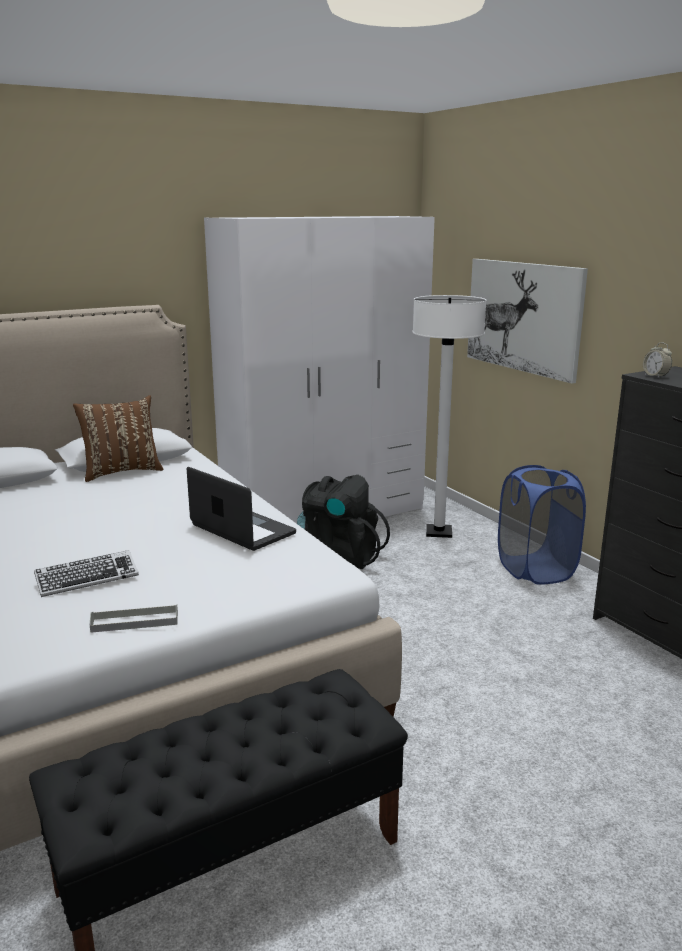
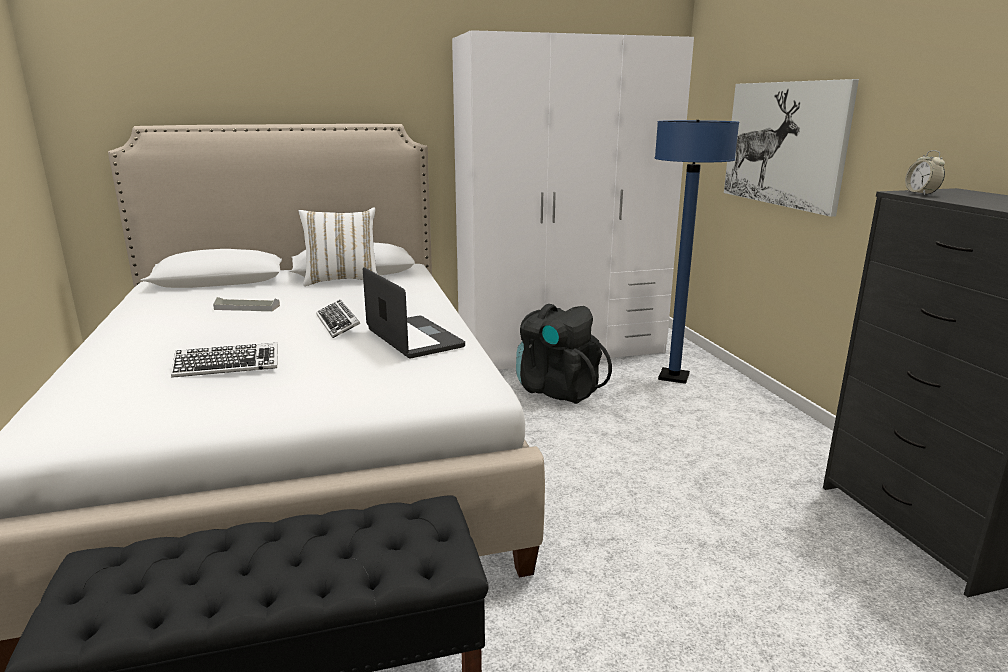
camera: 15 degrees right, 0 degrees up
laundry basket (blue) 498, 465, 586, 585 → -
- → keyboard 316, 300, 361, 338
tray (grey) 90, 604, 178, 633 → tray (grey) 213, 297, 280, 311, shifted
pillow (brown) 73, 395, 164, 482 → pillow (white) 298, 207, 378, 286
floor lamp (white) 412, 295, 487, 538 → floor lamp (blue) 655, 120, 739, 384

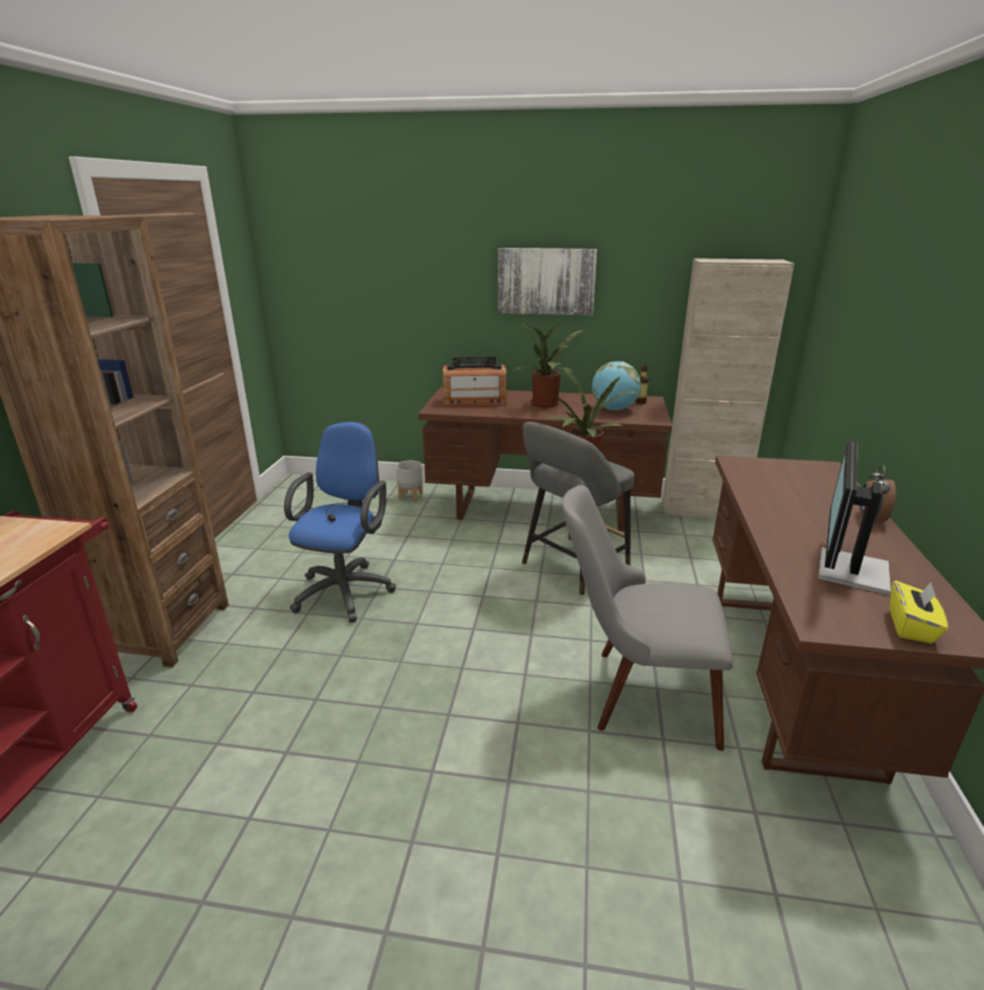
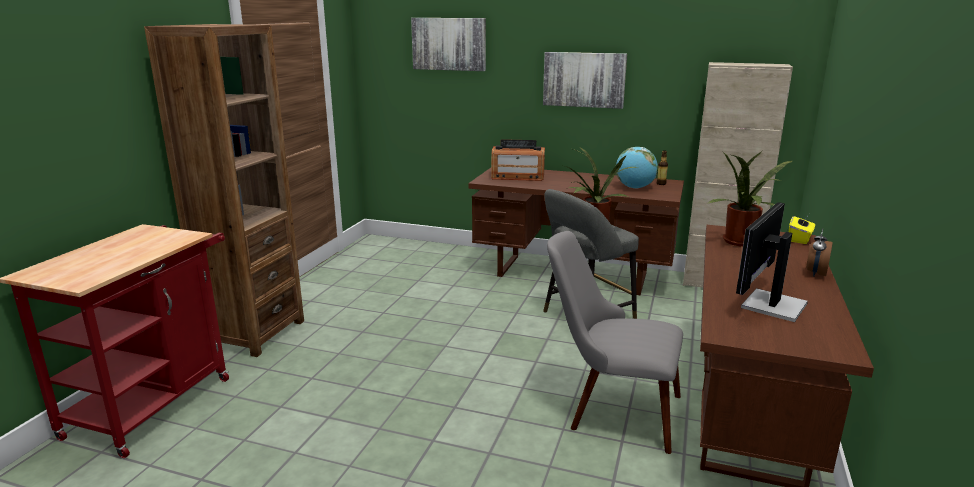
camera: 10 degrees right, 5 degrees down
office chair (blue) 284, 422, 396, 623 → -
planter (grey) 396, 461, 423, 502 → -
- → picture 411, 18, 486, 71
potted plant 513, 324, 584, 408 → potted plant 707, 151, 792, 247, shifted
tissue box (yellow) 890, 581, 948, 644 → tissue box (yellow) 789, 214, 815, 244, shifted

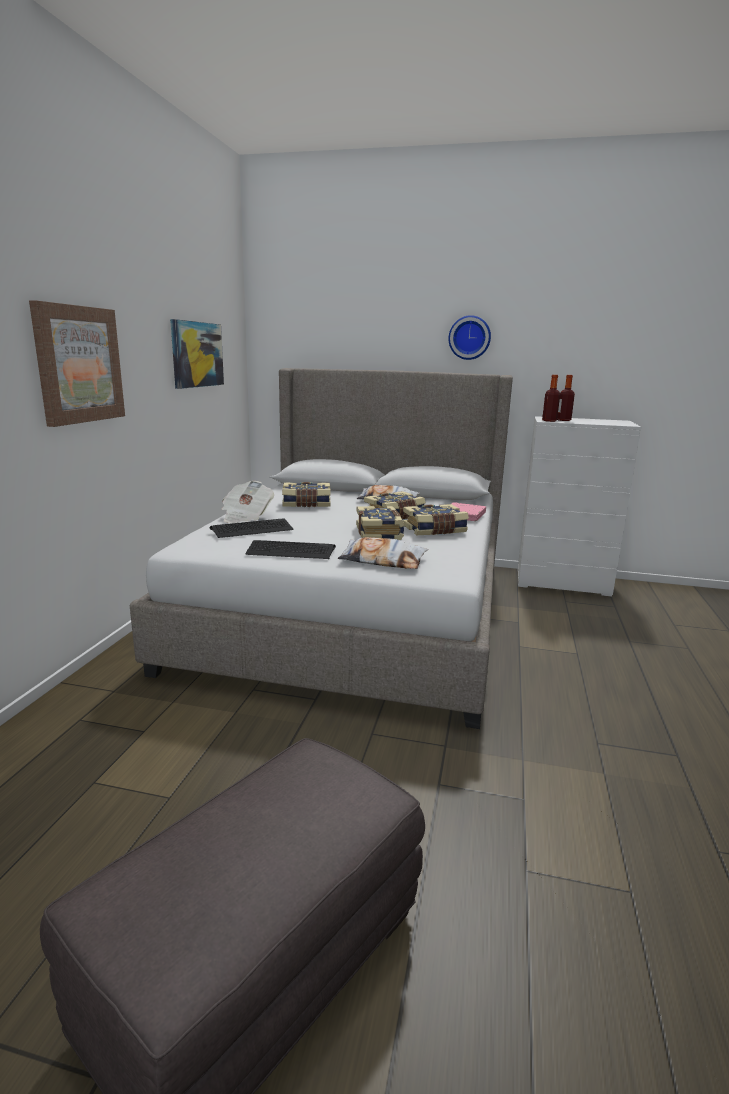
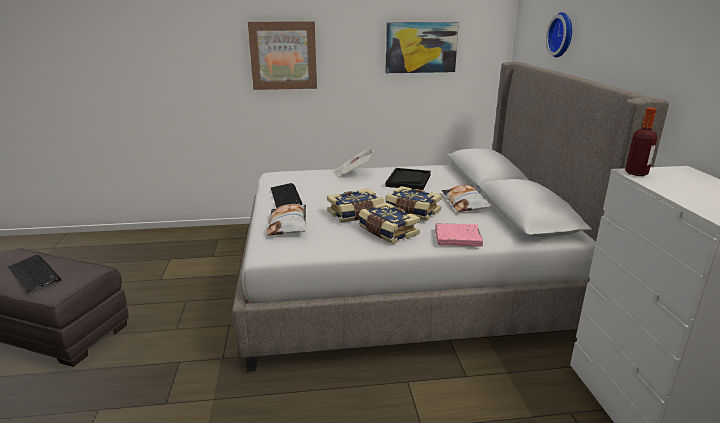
camera: 70 degrees right, 5 degrees up
bottle 557, 375, 575, 421 → -
keyboard 210, 519, 293, 538 → keyboard 8, 255, 61, 292, shifted
wall clock 448, 315, 491, 360 → wall clock 546, 12, 572, 58, shifted
book 282, 482, 331, 507 → tray (black) 385, 168, 431, 190

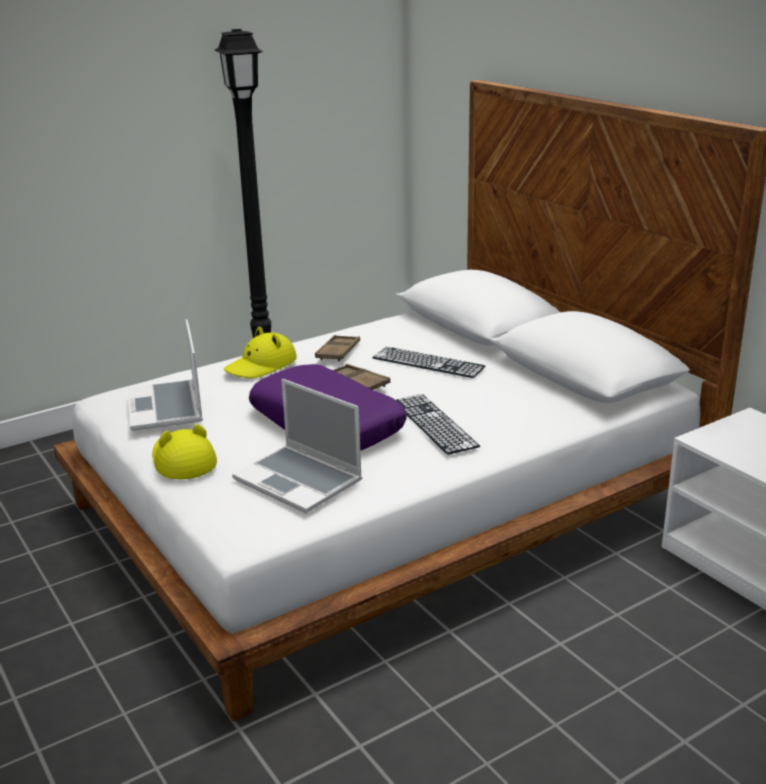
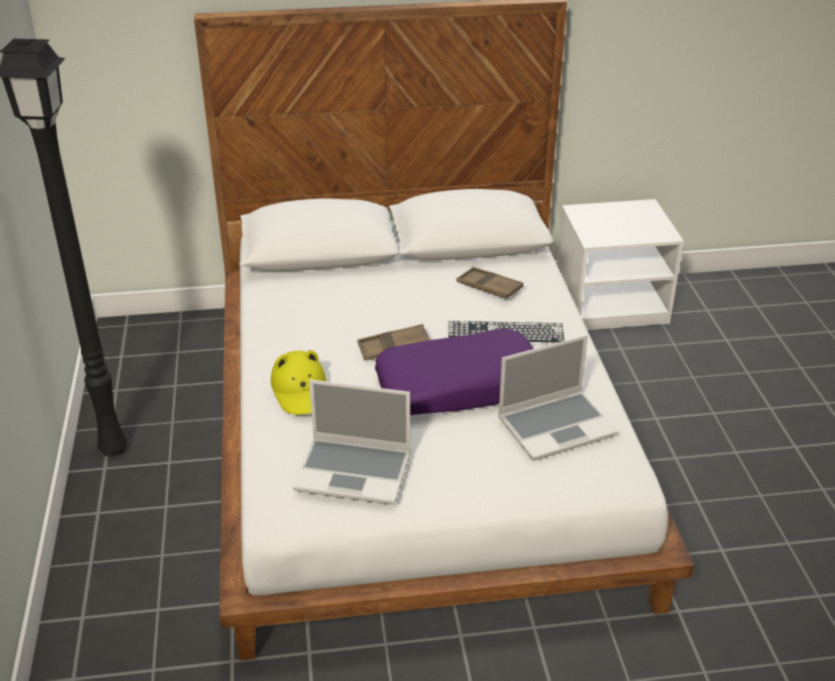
camera: 65 degrees left, 10 degrees up
hat (yellow) 152, 424, 217, 479 → -
keyboard 372, 347, 485, 378 → -
tray (brown) 315, 335, 360, 361 → tray (brown) 456, 267, 523, 299, shifted

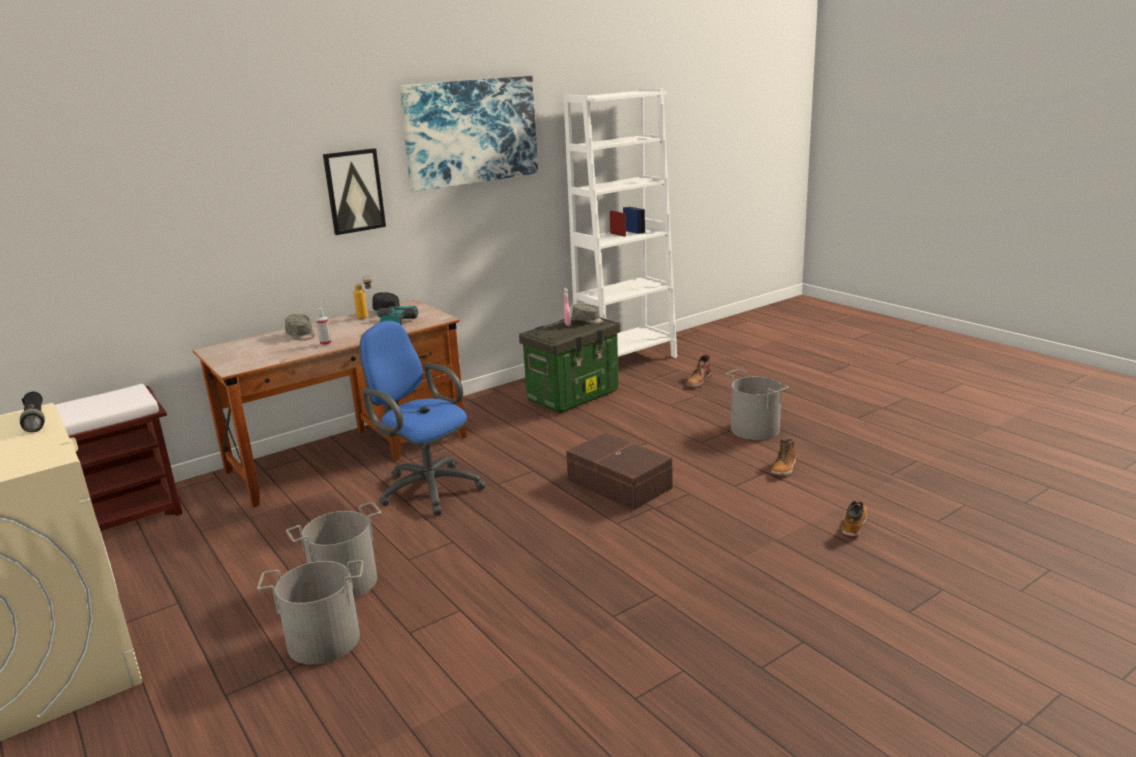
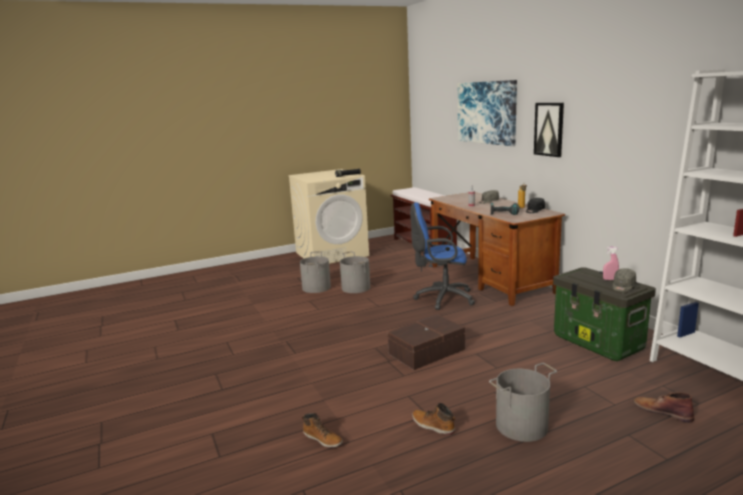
camera: 100 degrees right, 5 degrees down
picture 399, 76, 538, 192 → picture 458, 80, 517, 146, shifted
office chair (blue) 360, 321, 485, 515 → office chair (blue) 410, 202, 475, 310, 135 degrees counterclockwise

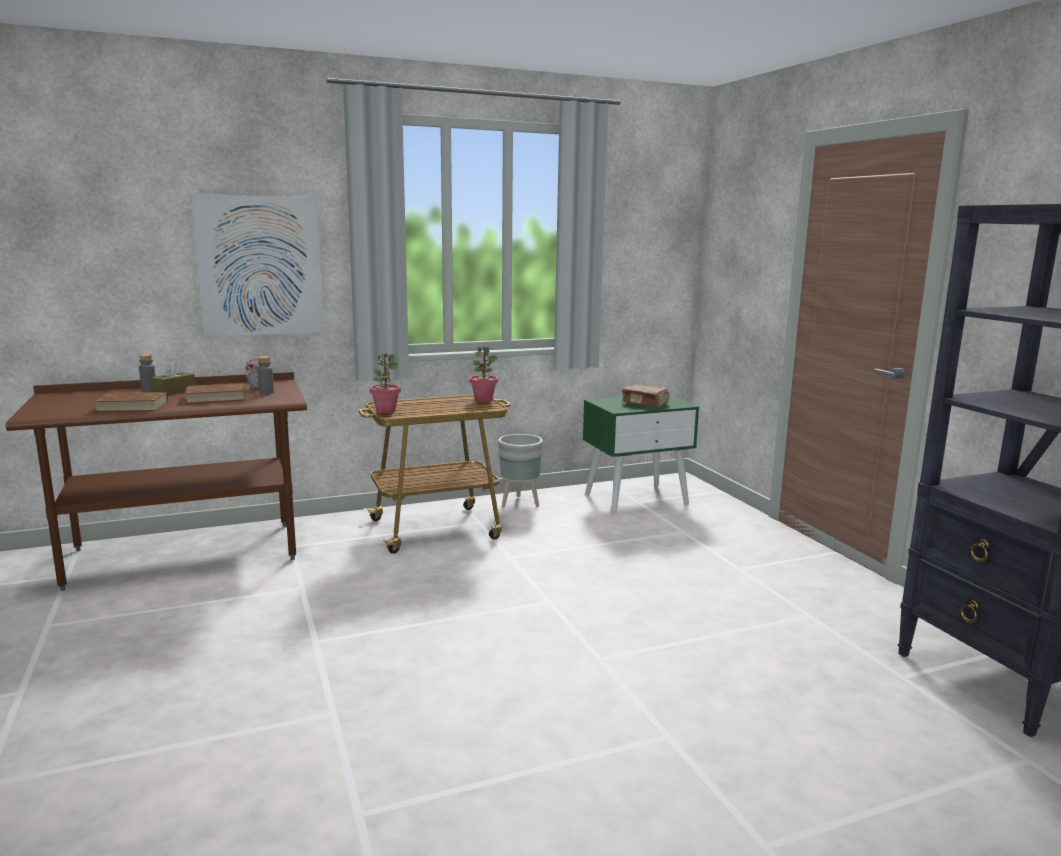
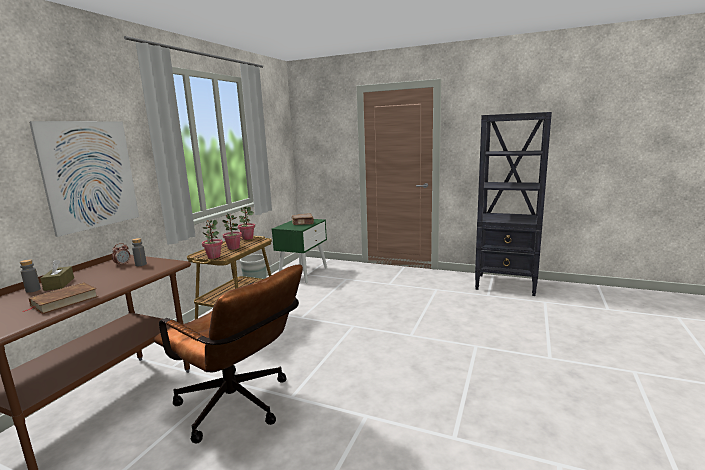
camera: 45 degrees left, 0 degrees up
book (brown) 177, 383, 245, 404 → -
- → office chair (brown) 154, 265, 303, 444
- → potted plant 222, 214, 242, 250

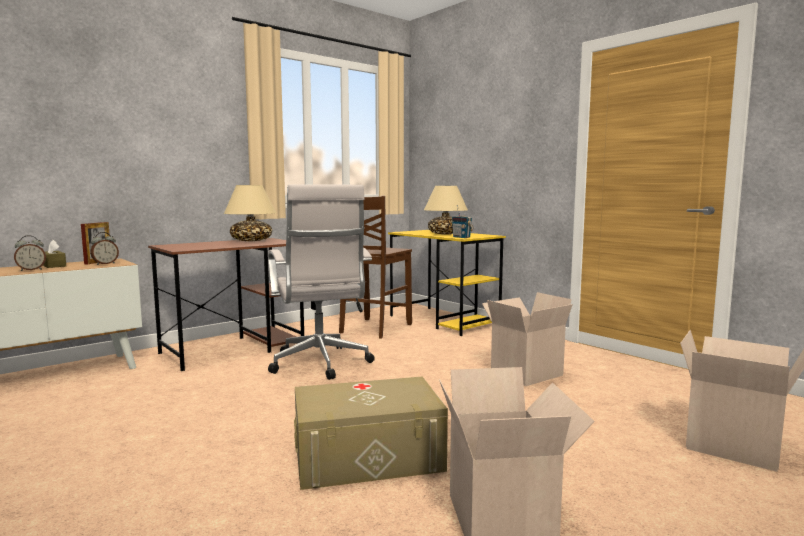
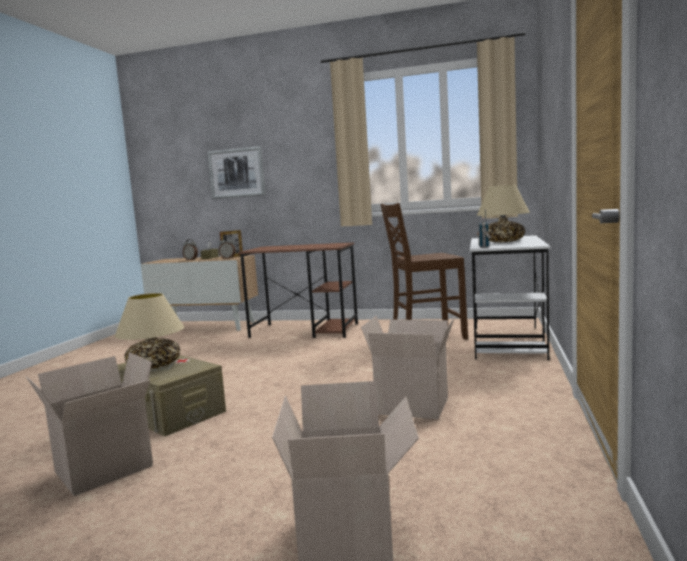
camera: 55 degrees right, 0 degrees up
office chair (white) 268, 184, 375, 380 → -
- → picture 207, 146, 266, 199
table lamp (beige) 224, 185, 276, 241 → table lamp (beige) 115, 293, 184, 369, shifted
desk (yellow) 388, 230, 506, 336 → desk (white) 470, 235, 551, 360

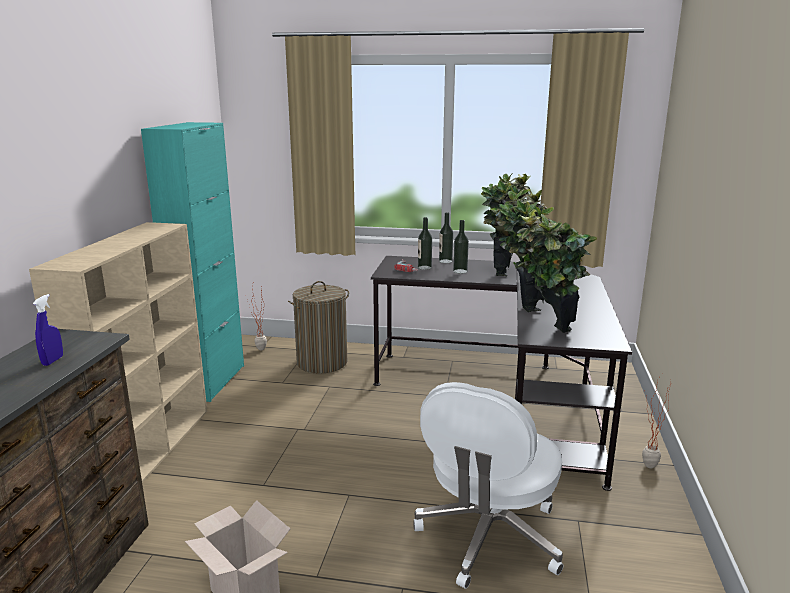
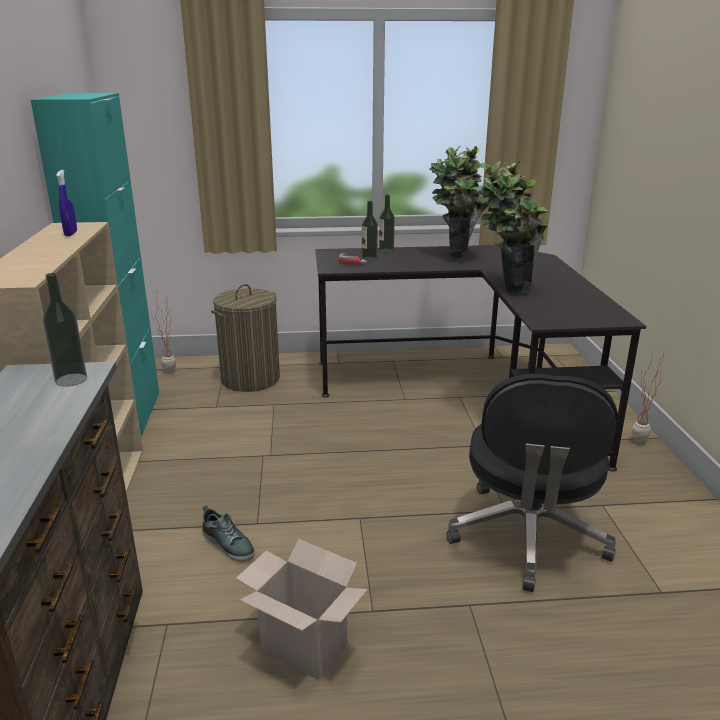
camera: 15 degrees left, 5 degrees up
potted plant 515, 209, 597, 333 → -
- → shoe 202, 505, 255, 562
spray bottle (blue) 33, 294, 63, 366 → spray bottle (blue) 56, 170, 77, 236, shifted
bottle 453, 220, 469, 273 → bottle 43, 273, 87, 387, shifted
office chair (white) 413, 382, 563, 589 → office chair (black) 446, 374, 619, 592

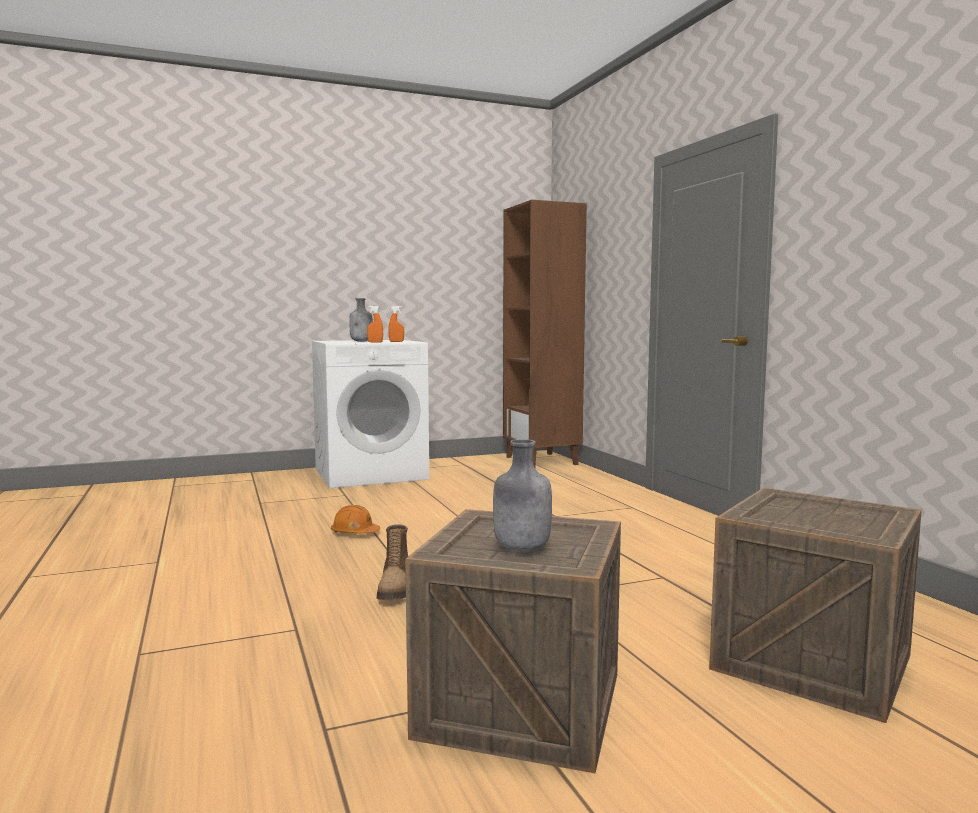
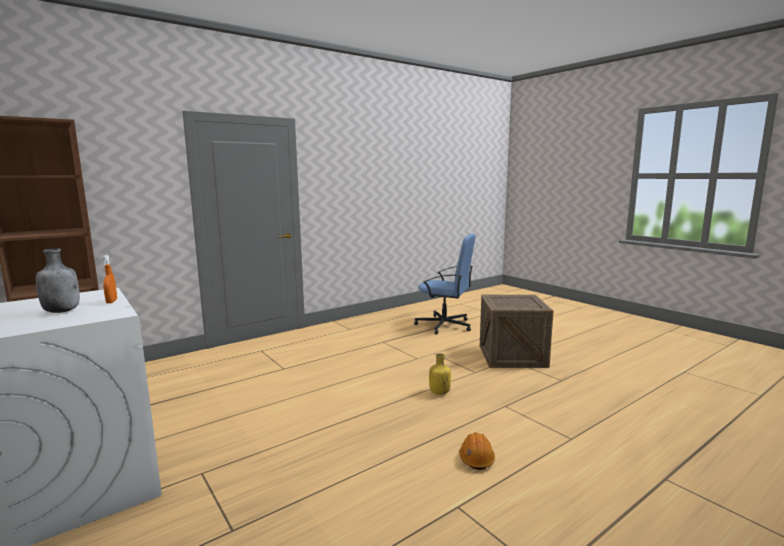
camera: 105 degrees left, 5 degrees up
spray bottle (orange) 389, 306, 404, 342 → -
bottle (grey) 493, 439, 552, 552 → -
hard hat (orange) 331, 505, 380, 534 → hard hat (orange) 459, 433, 495, 470, shifted
boot 377, 524, 408, 600 → bottle (yellow) 429, 353, 451, 395
crate 709, 488, 922, 723 → office chair (blue) 414, 233, 475, 334

